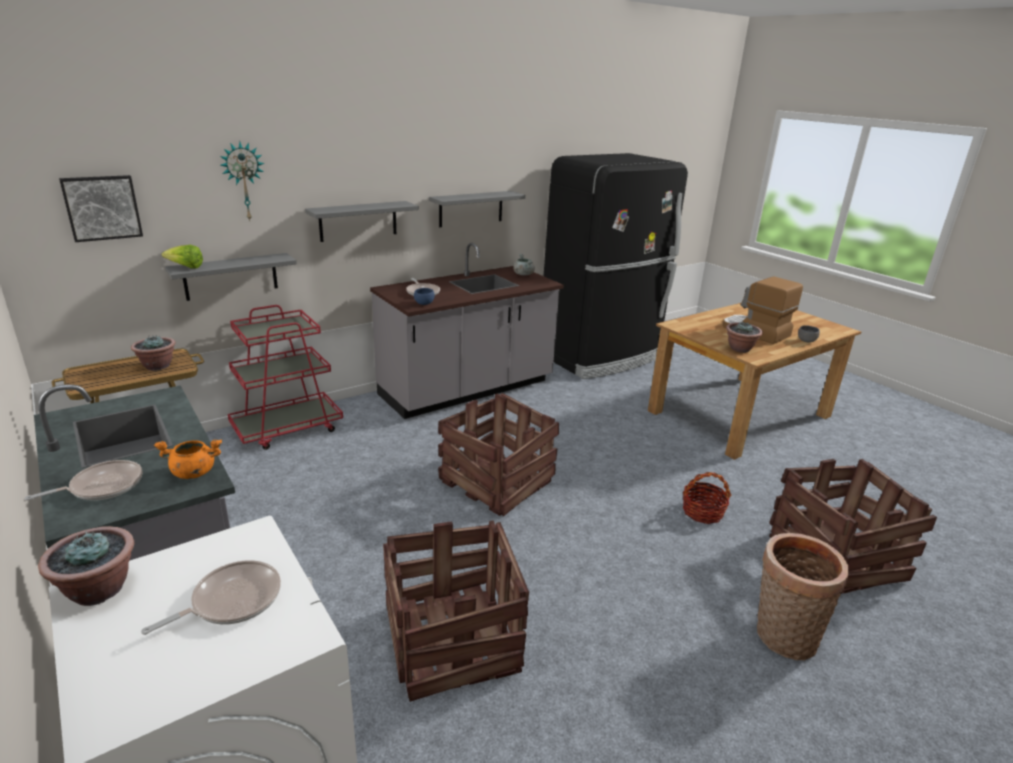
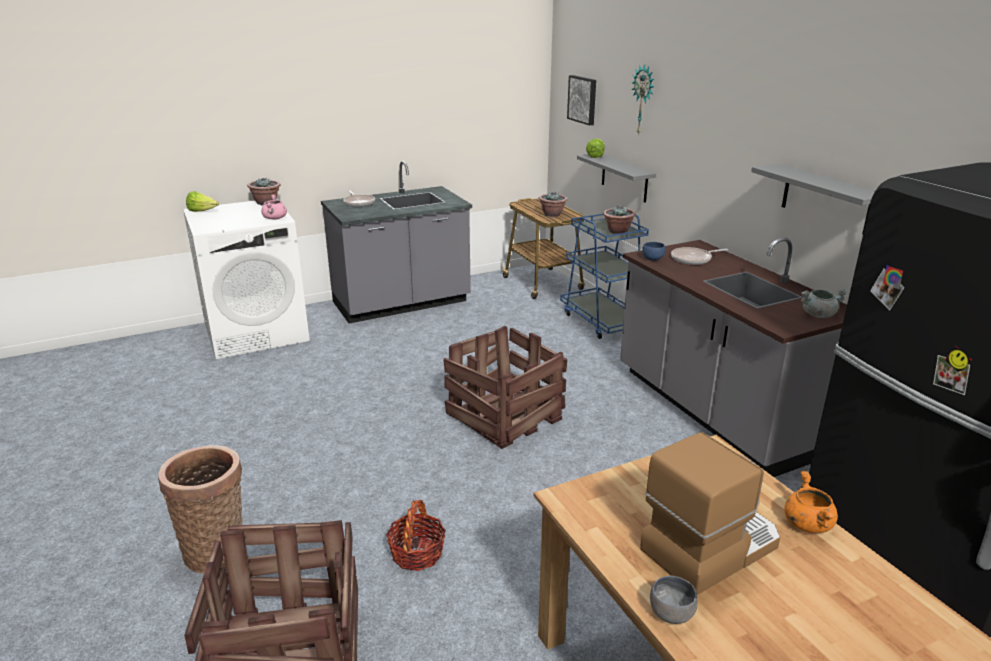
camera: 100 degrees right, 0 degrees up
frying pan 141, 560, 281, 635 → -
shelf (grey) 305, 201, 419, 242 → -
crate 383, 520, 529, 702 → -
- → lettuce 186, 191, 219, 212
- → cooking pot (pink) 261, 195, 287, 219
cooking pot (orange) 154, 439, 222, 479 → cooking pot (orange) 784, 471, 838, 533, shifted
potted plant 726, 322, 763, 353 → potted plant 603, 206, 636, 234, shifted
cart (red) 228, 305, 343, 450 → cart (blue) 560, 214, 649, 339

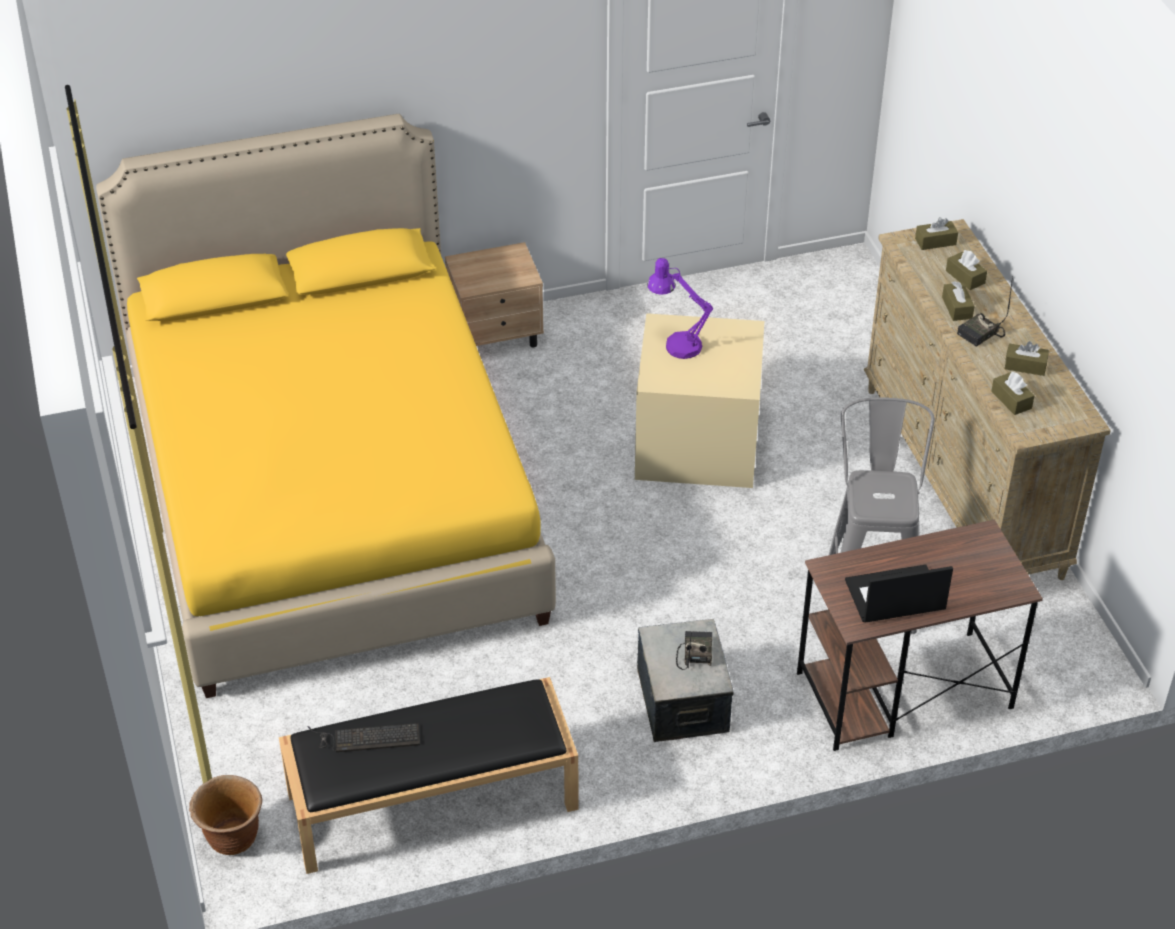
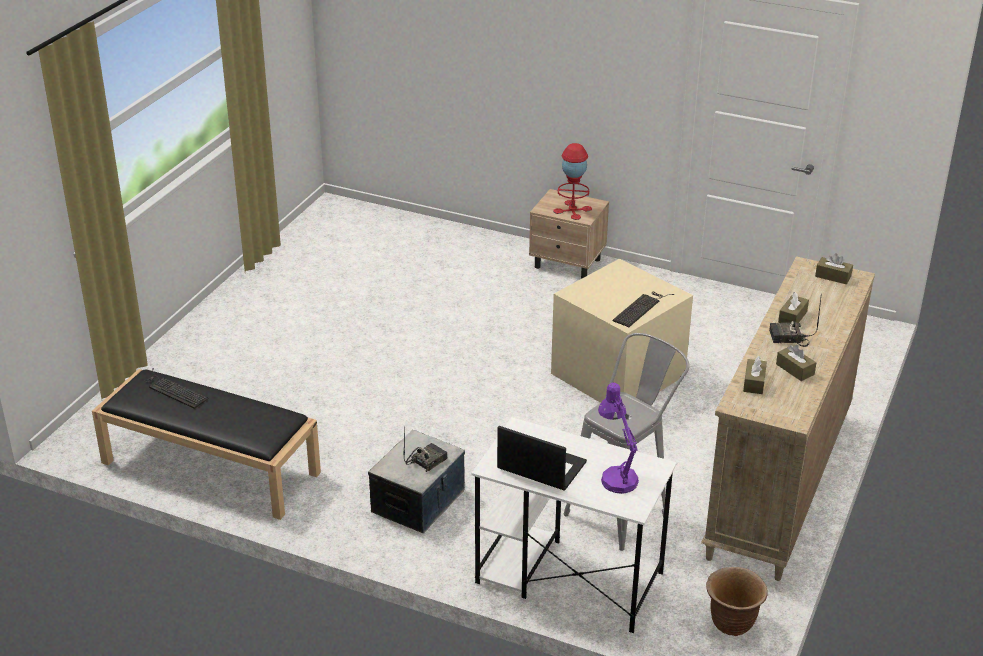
camera: 40 degrees right, 10 degrees down
bed (yellow) 96, 114, 556, 698 → -
tissue box (brown) 946, 250, 987, 290 → -
- → table lamp (red) 553, 143, 592, 220
- → keyboard 613, 291, 674, 327
planter (brown) 189, 775, 262, 855 → planter (brown) 706, 567, 768, 636, shifted
table lamp (purple) 647, 258, 713, 359 → table lamp (purple) 598, 383, 639, 494, shifted
desk (brown) 797, 519, 1043, 751 → desk (white) 472, 417, 677, 633

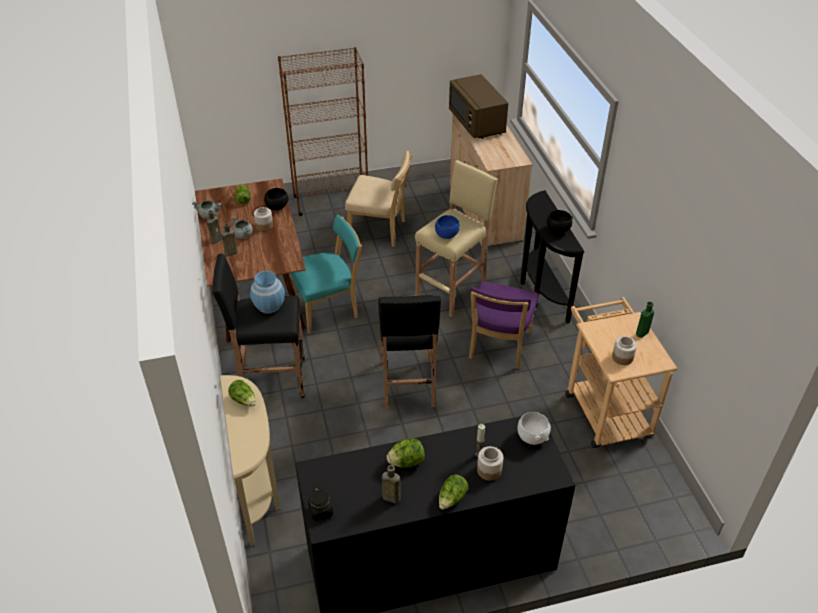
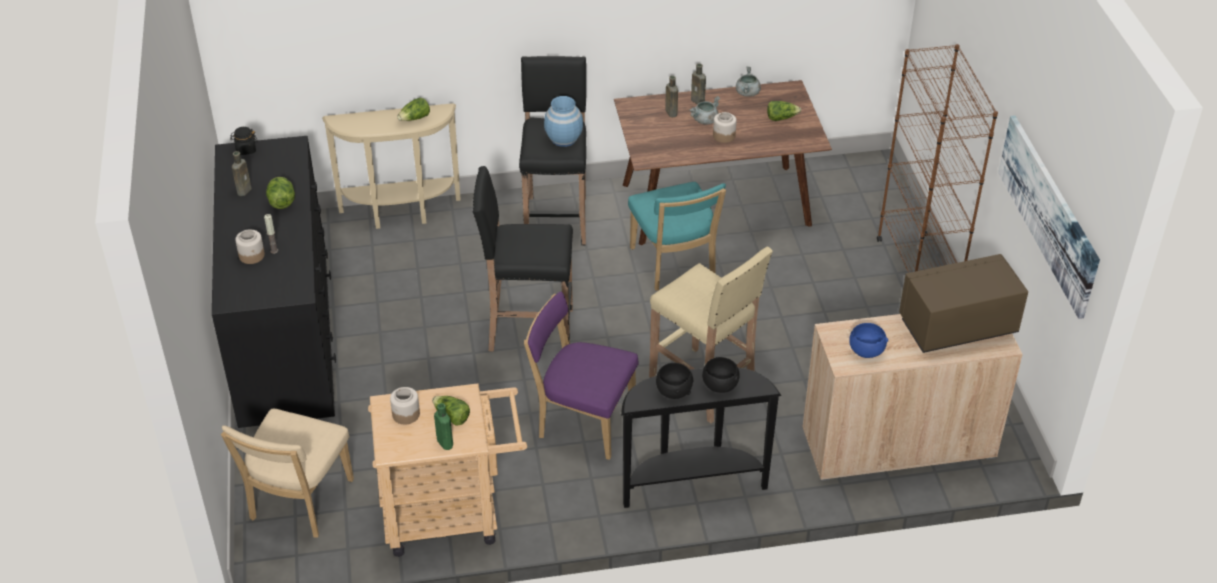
camera: 95 degrees right, 0 degrees up
bowl (white) 517, 412, 551, 445 → -
- → picture 998, 115, 1100, 319
bowl (black) 264, 188, 288, 210 → bowl (black) 702, 357, 740, 393, shifted
chair (beige) 345, 151, 412, 247 → chair (beige) 221, 409, 354, 538, shifted
bowl (blue) 435, 215, 460, 239 → bowl (blue) 849, 323, 888, 358, shifted
lettuce 439, 475, 468, 510 → lettuce 432, 396, 470, 425, shifted

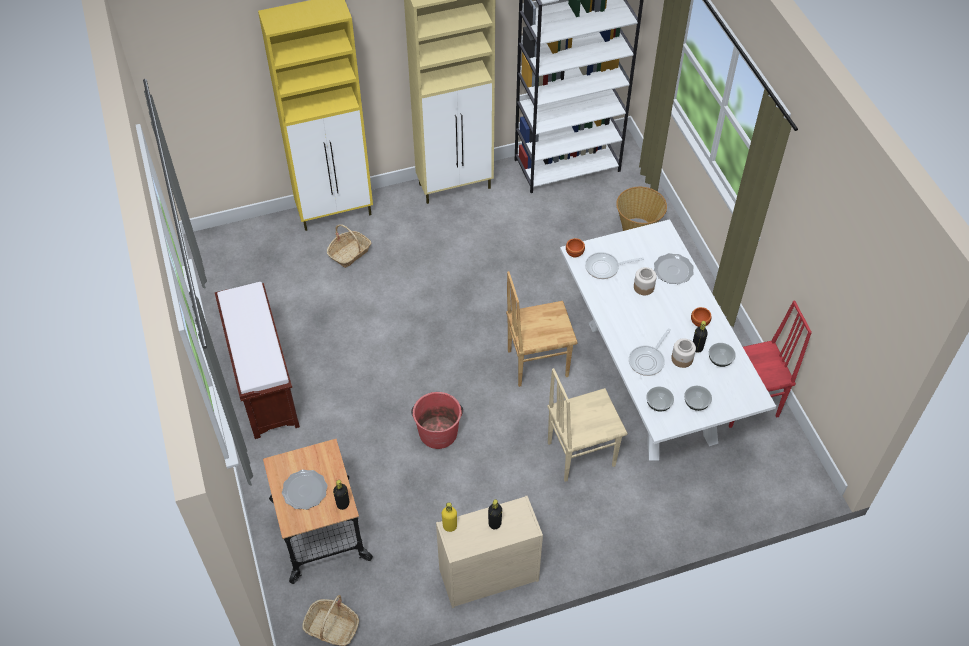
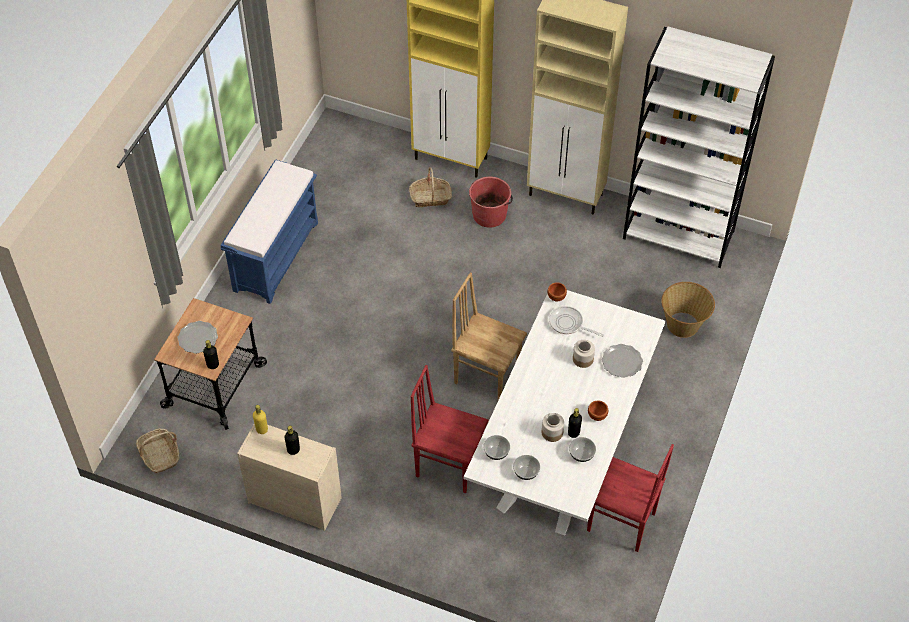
camera: 40 degrees right, 0 degrees up
frying pan 629, 328, 671, 376 → -
bucket (red) 411, 392, 463, 449 → bucket (red) 469, 177, 513, 228, shifted
bench (brown) 215, 282, 300, 439 → bench (blue) 220, 159, 318, 304
chair (beige) 548, 368, 628, 482 → chair (red) 411, 365, 488, 493

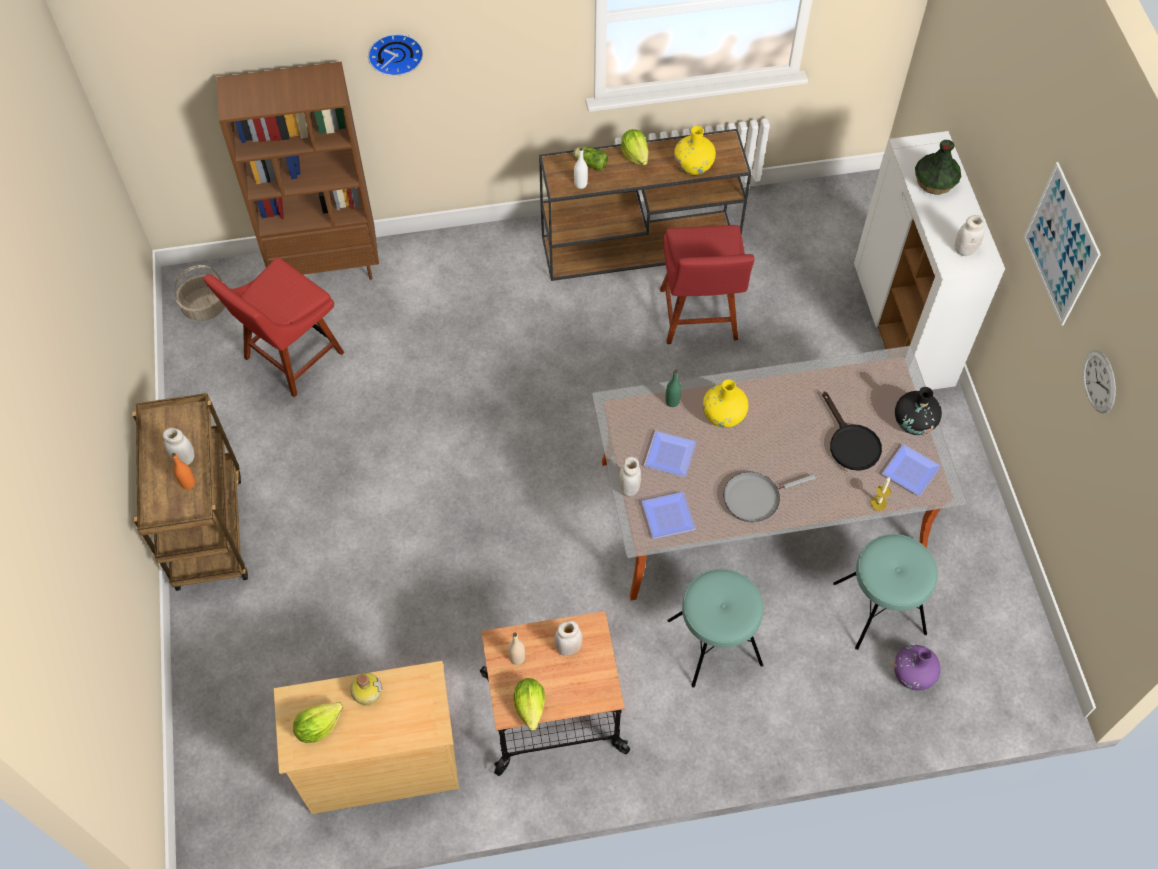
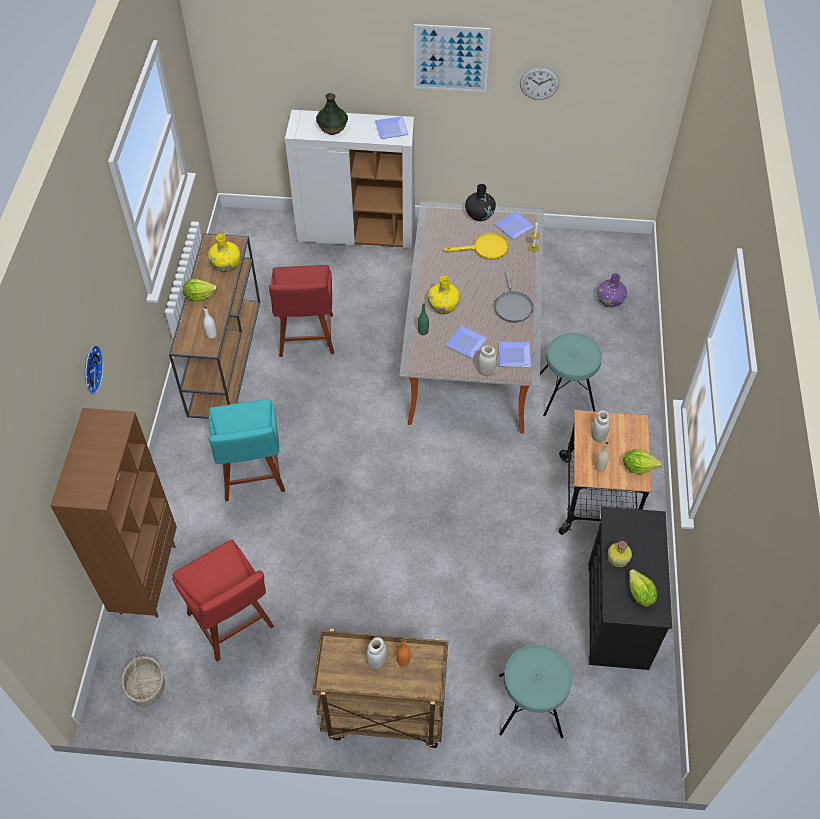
camera: 75 degrees left, 5 degrees down
lettuce 574, 147, 608, 171 → -
- → chair (turquoise) 209, 399, 285, 501
stool (turquoise) 833, 534, 938, 650 → stool (turquoise) 499, 645, 572, 738, shifted
jar (white) 955, 215, 986, 256 → plate 375, 116, 409, 139
dresser (beige) 274, 661, 459, 814 → dresser (black) 588, 507, 672, 670
frying pan (black) 822, 391, 882, 471 → frying pan (yellow) 444, 233, 509, 259
chair (red) 660, 225, 755, 344 → chair (red) 269, 265, 334, 357, 75 degrees clockwise

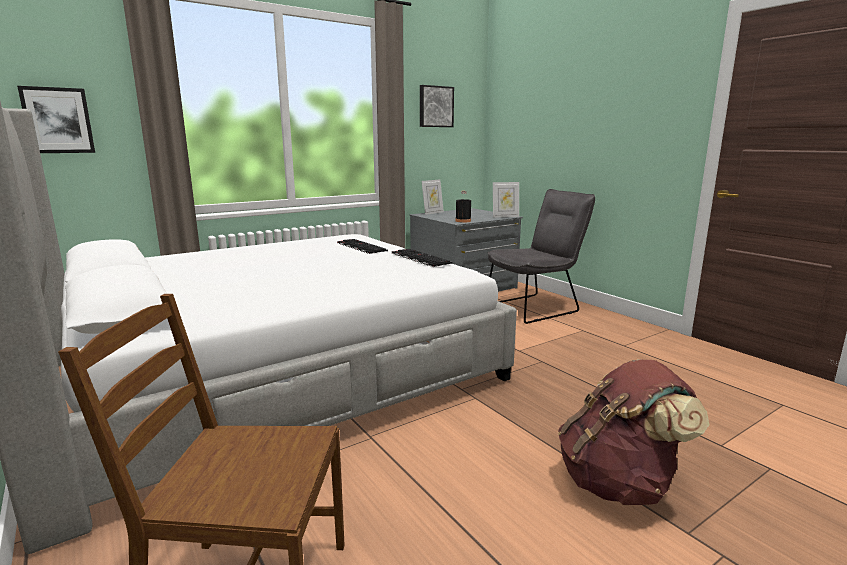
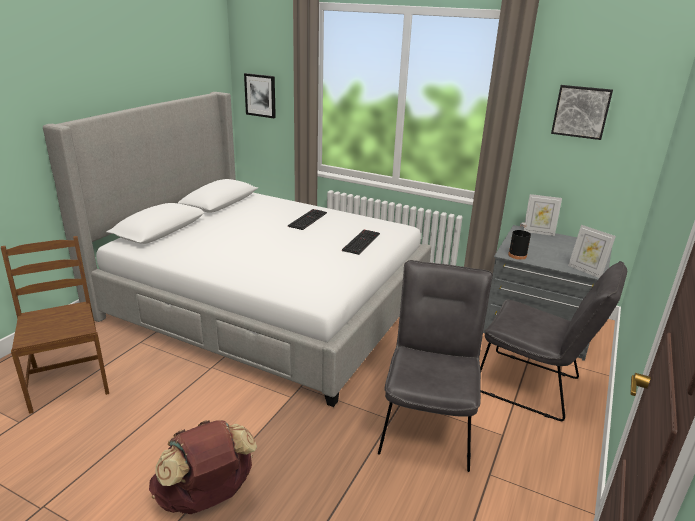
camera: 60 degrees right, 10 degrees up
- → chair (grey) 378, 260, 493, 472
keyboard 392, 249, 452, 267 → keyboard 288, 209, 327, 230, shifted

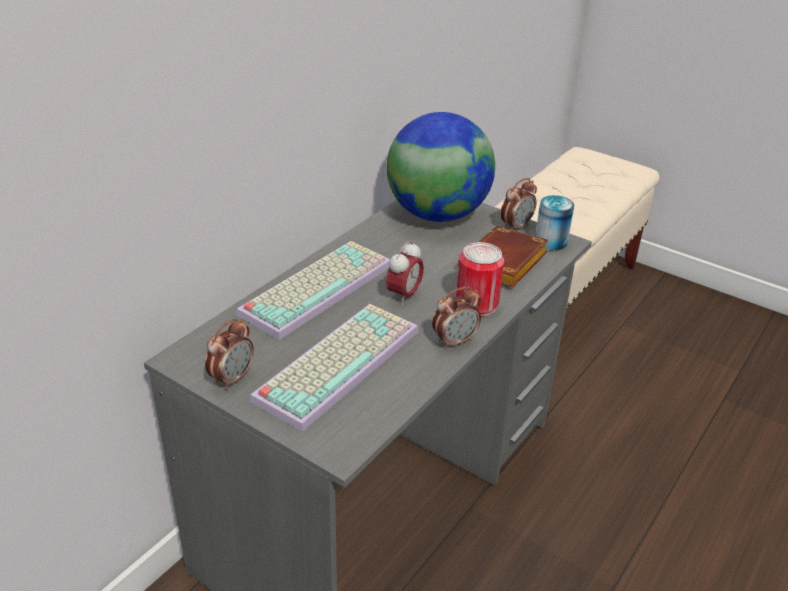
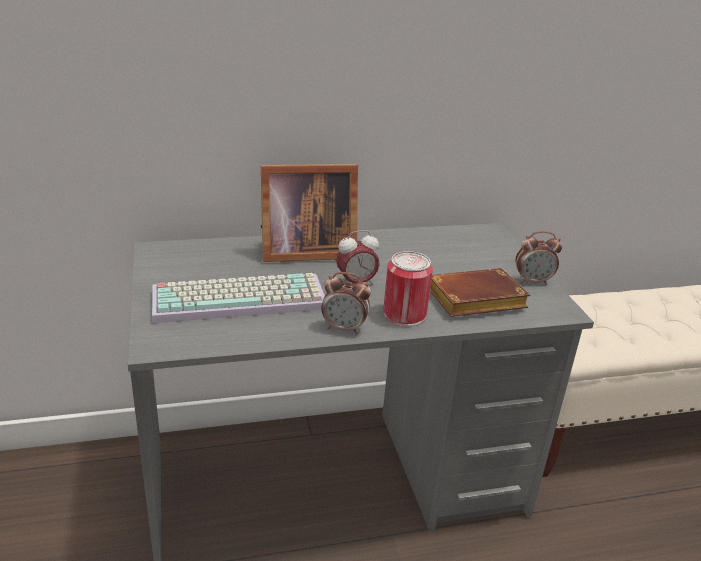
camera: 40 degrees right, 5 degrees down
alarm clock 205, 319, 254, 390 → -
globe 387, 112, 495, 222 → -
can 535, 195, 574, 251 → -
keyboard 236, 241, 390, 340 → picture frame 261, 164, 358, 262

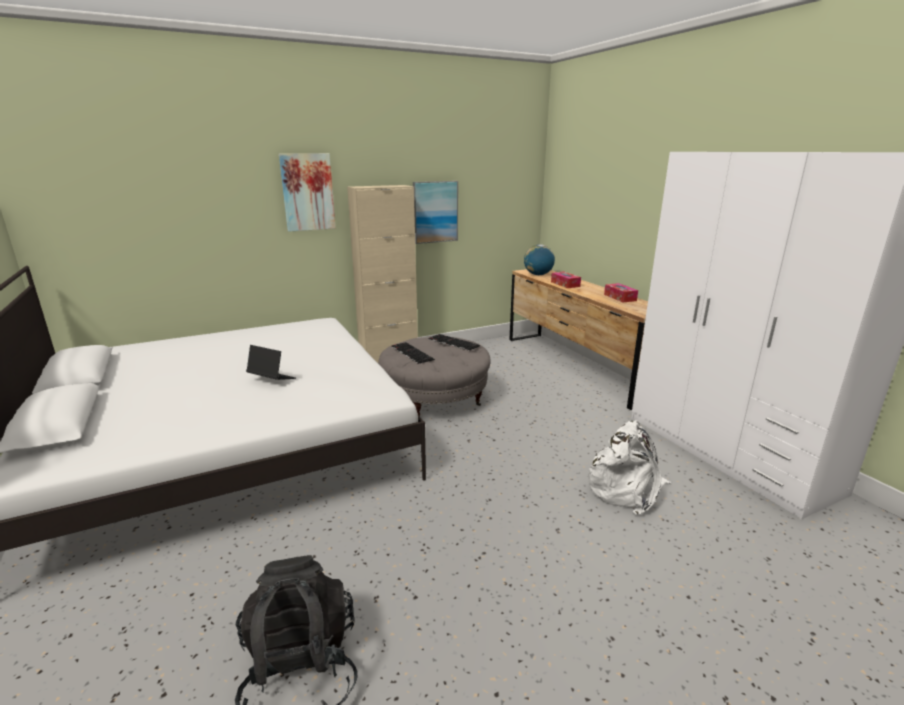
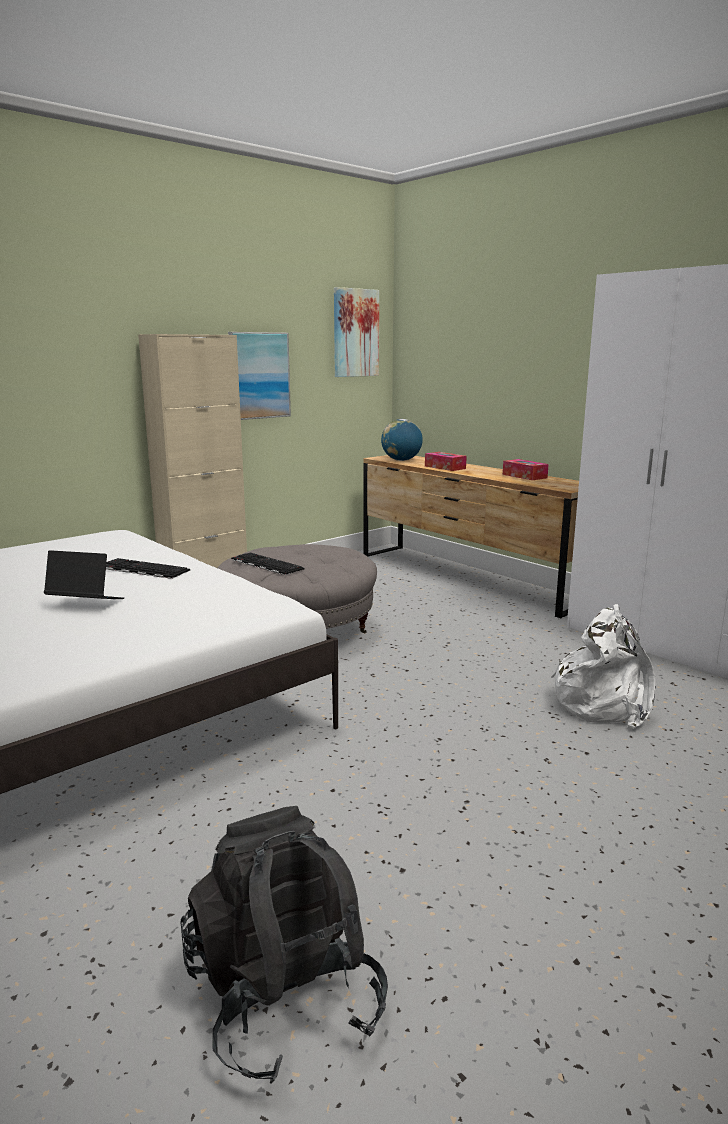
camera: 15 degrees left, 5 degrees down
picture 279, 153, 336, 232 → picture 334, 287, 379, 377, shifted
keyboard 429, 334, 480, 351 → keyboard 106, 558, 190, 579, shifted

